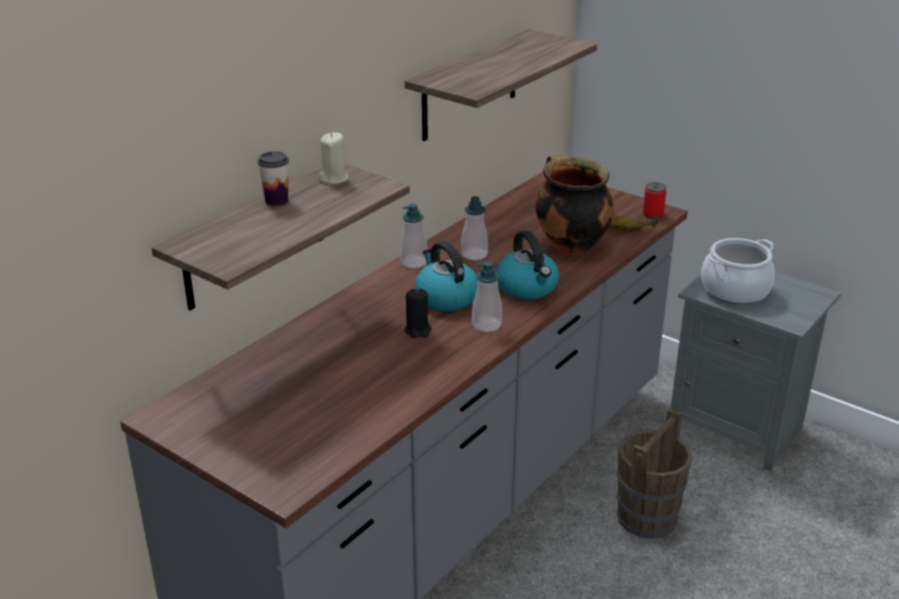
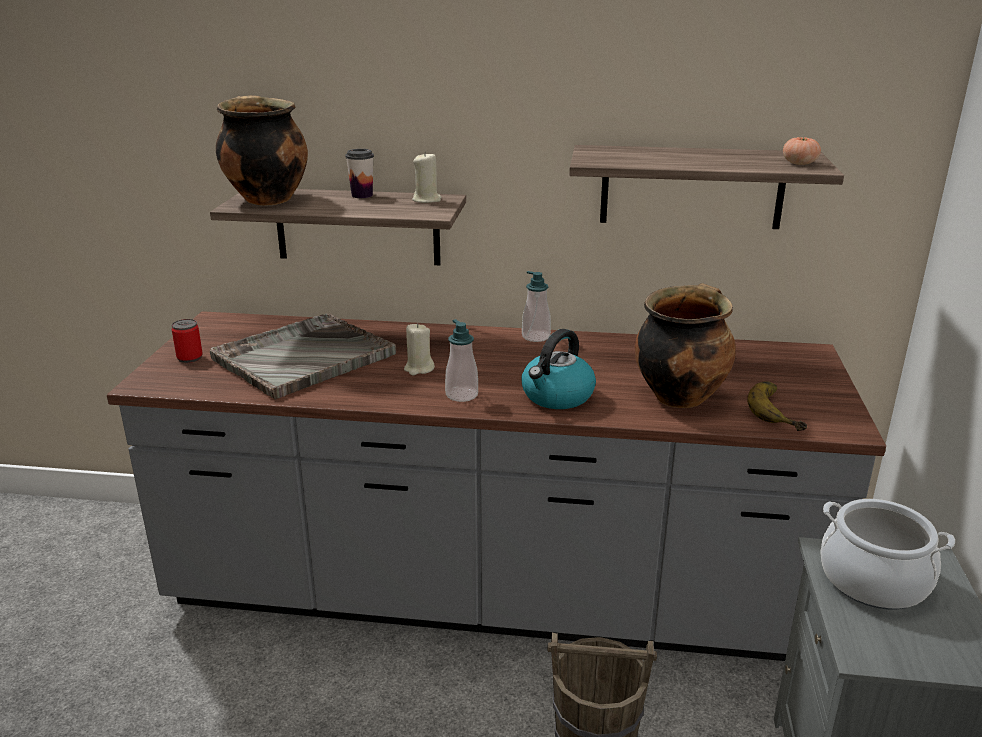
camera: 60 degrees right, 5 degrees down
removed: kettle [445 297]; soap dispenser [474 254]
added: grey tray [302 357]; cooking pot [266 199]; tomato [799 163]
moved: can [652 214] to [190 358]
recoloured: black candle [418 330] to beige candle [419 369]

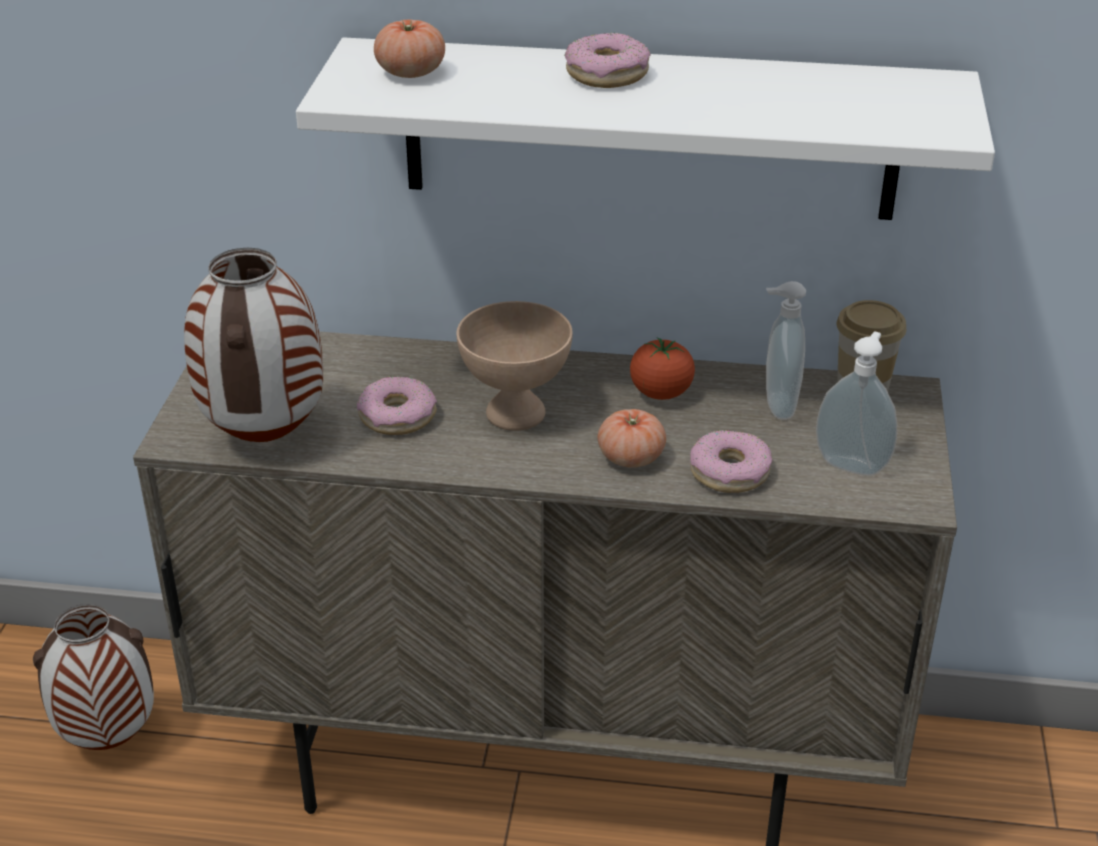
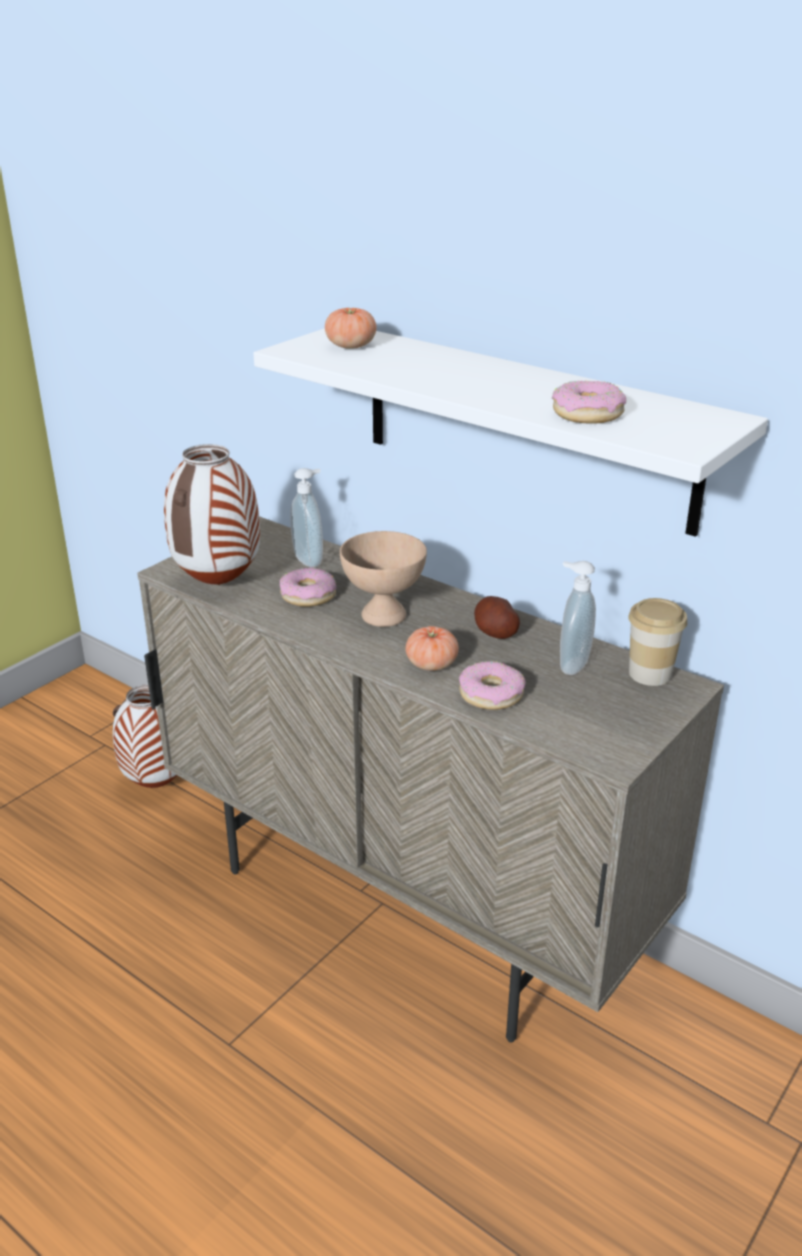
camera: 30 degrees right, 5 degrees down
moved: donut [607 74] to [587 414]; soap dispenser [852 464] to [310 560]
replaced: tomato [661 393] to potato [495 632]

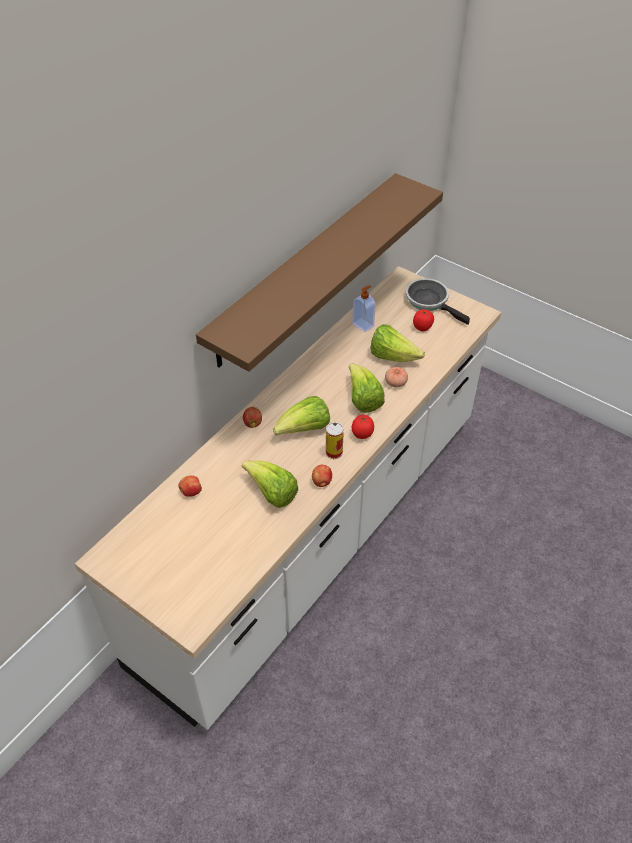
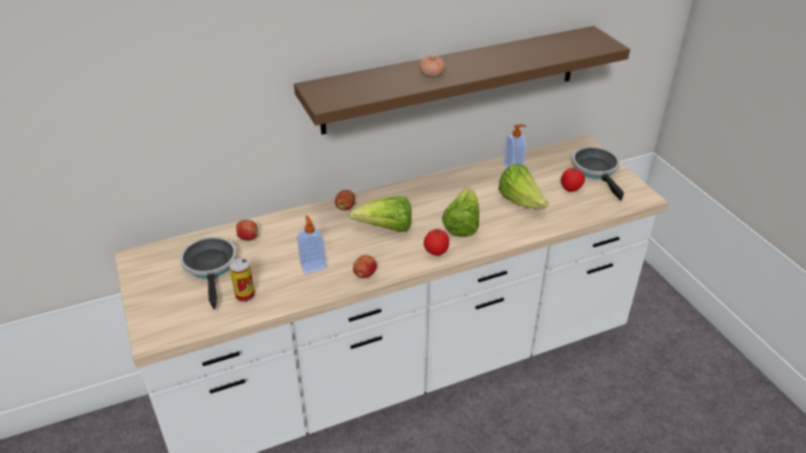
camera: 30 degrees right, 10 degrees down
added: frying pan [211 267]
moved: can [334 452] to [245 295]; tomato [395 382] to [432 75]
replaced: lettuce [272 493] to soap dispenser [313 266]

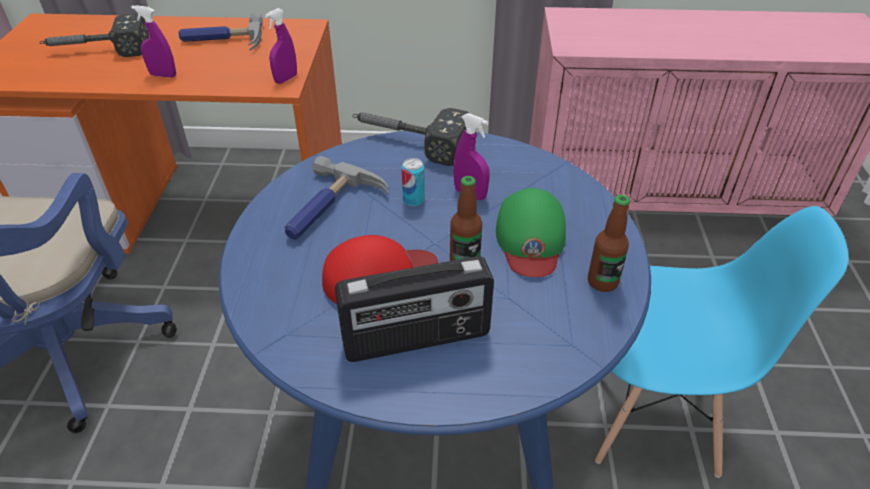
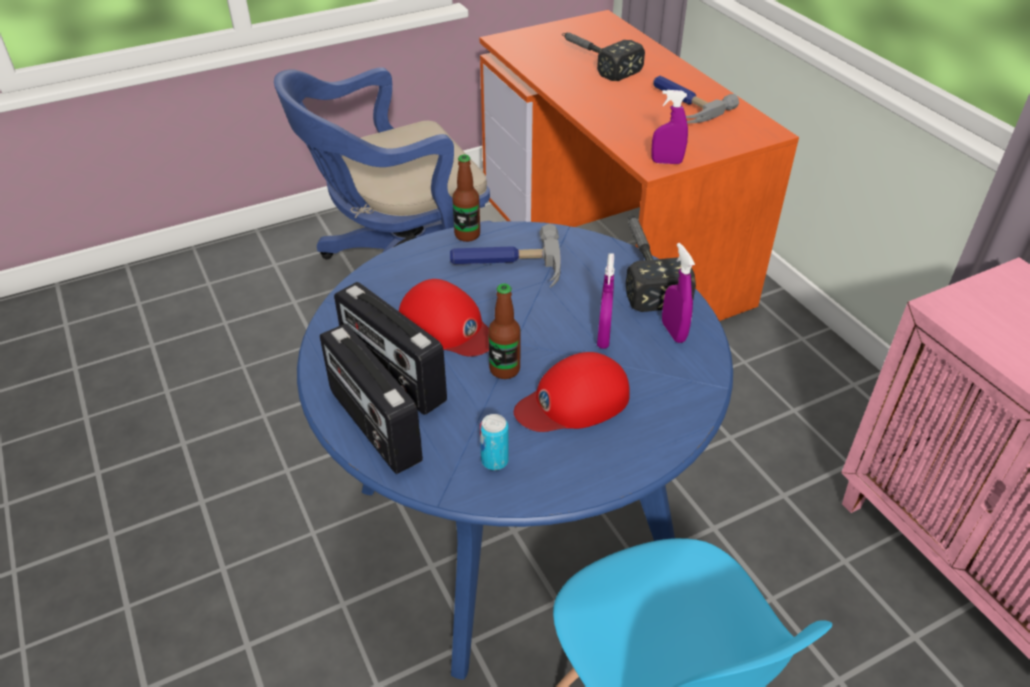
camera: 60 degrees right, 0 degrees up
added: radio [373 426]
moved: purple spray bottle [163 75] to [673 332]; can [413 200] to [494 461]; bottle [602 282] to [467 235]
recoloured: green cap [530 239] to red cap [573 401]

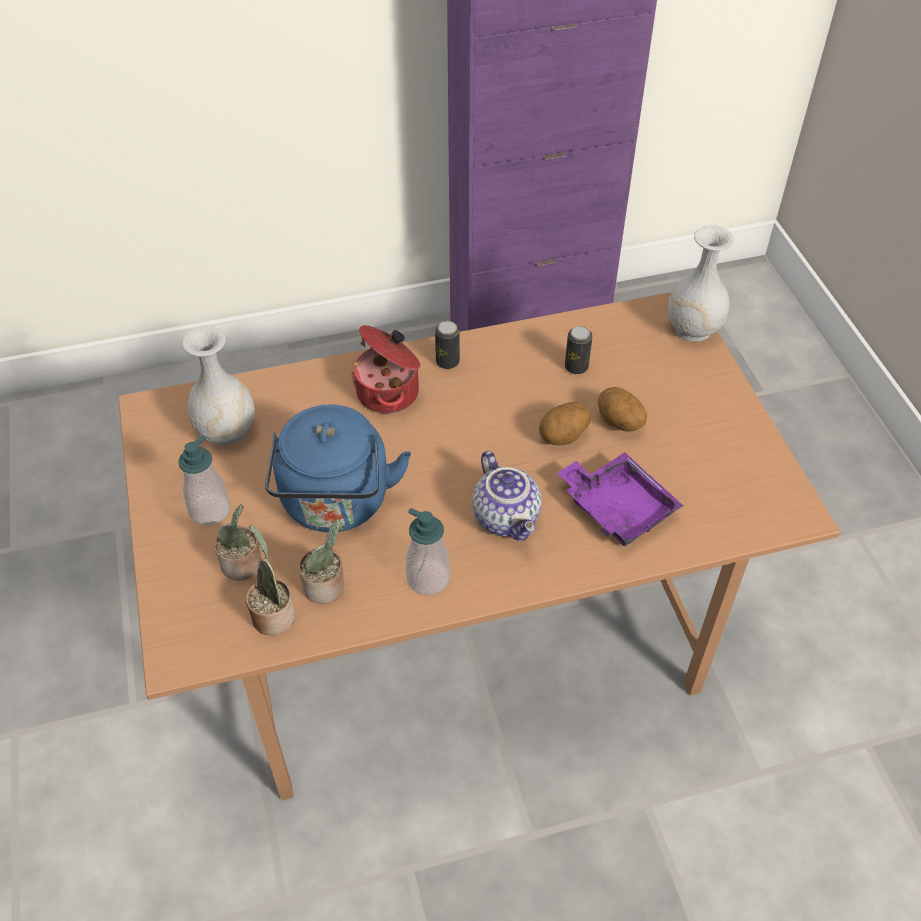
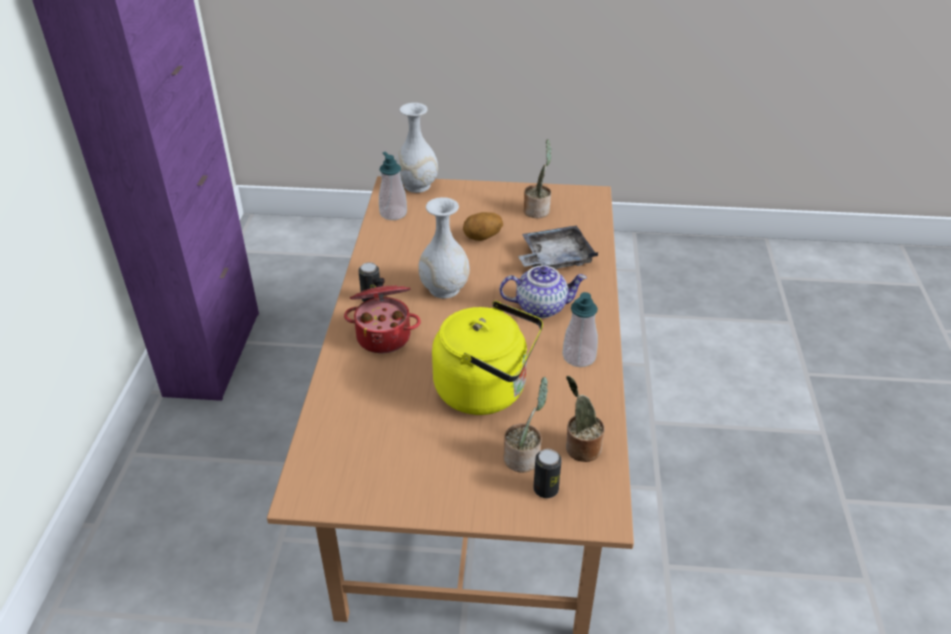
camera: 70 degrees left, 10 degrees down
removed: potato [563 437]
moved: soap dispenser [210 510] to [393 213]; white vase [227 431] to [444 288]; potted plant [326 587] to [537 210]; can [576 367] to [545 489]
recoloured: blue kettle [336 505] to yellow kettle [486 390]; purple tray [617 507] to grey tray [555 258]

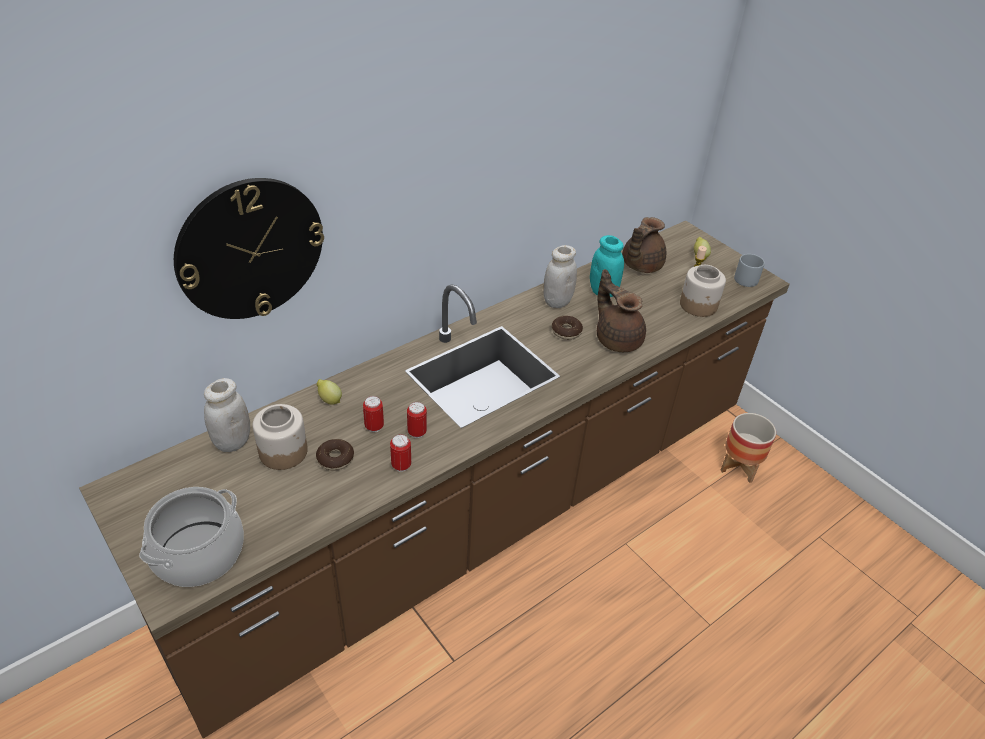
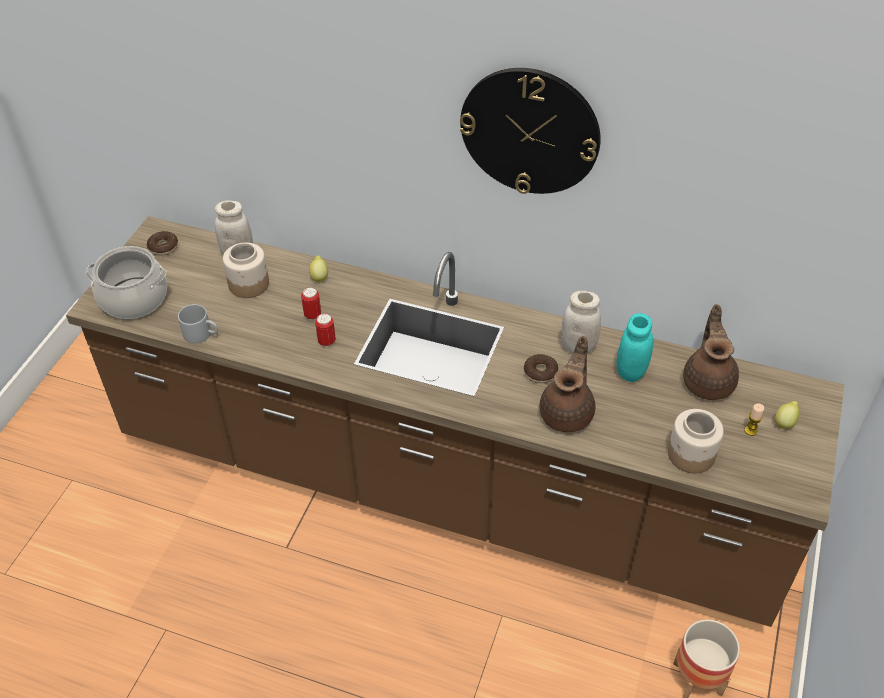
camera: 60 degrees right, 5 degrees up
removed: can [401 465]
moved: wall clock [250 249] to [530 131]; donut [335 459] to [163 247]; grey mug [748 278] to [202 334]
turned: brown teapot [640 265] = [708 381] 90 degrees clockwise

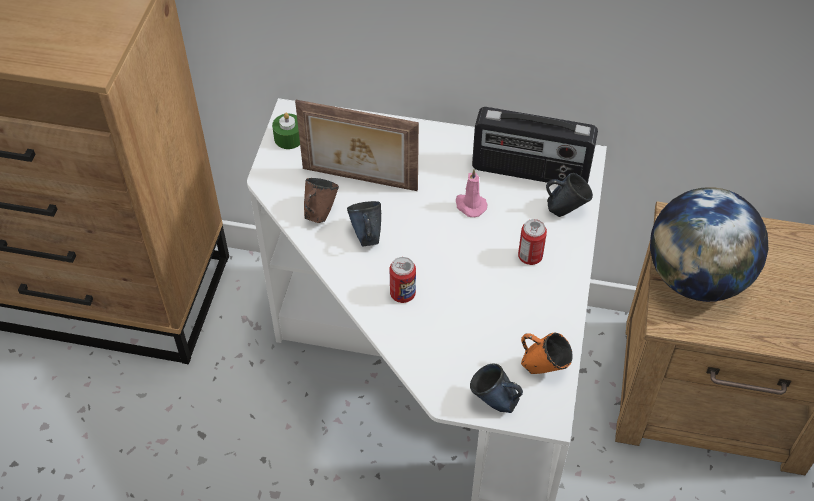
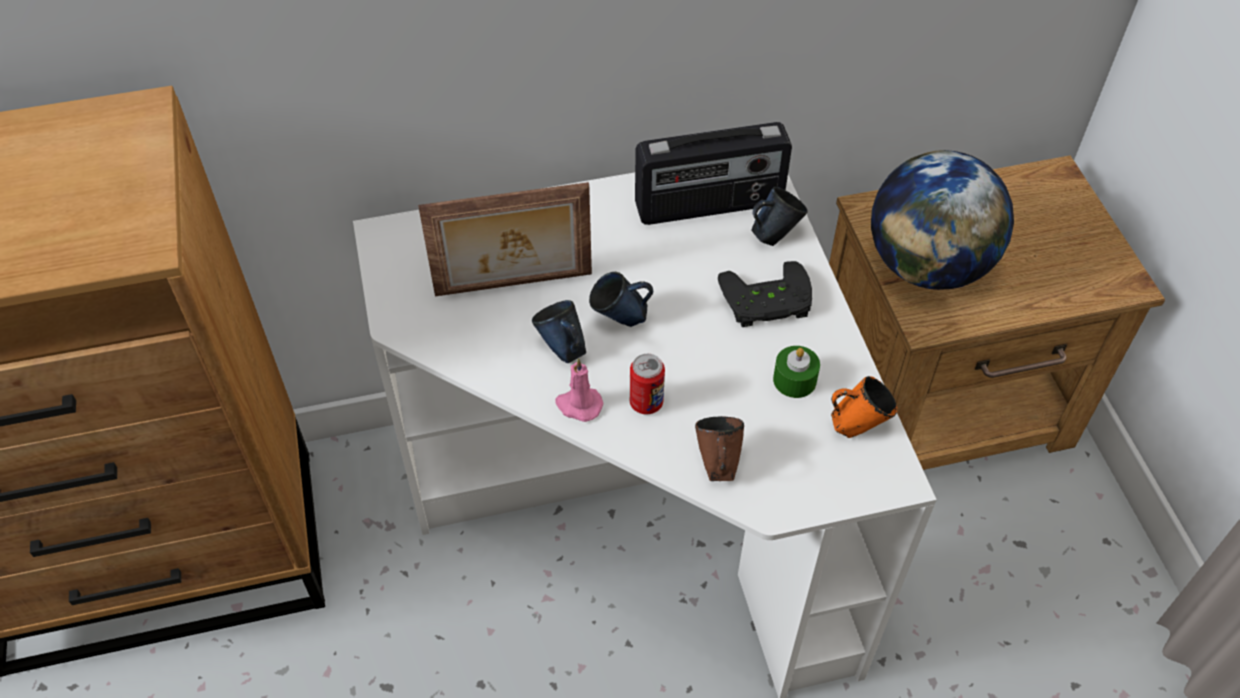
camera: 25 degrees left, 0 degrees up
moved: green candle [289 138] to [794 380]; brown mug [319 213] to [717 465]; pink candle [470 205] to [578 405]; blue mug [494 403] to [621 320]
replaced: can [530 256] to black game controller [766 303]

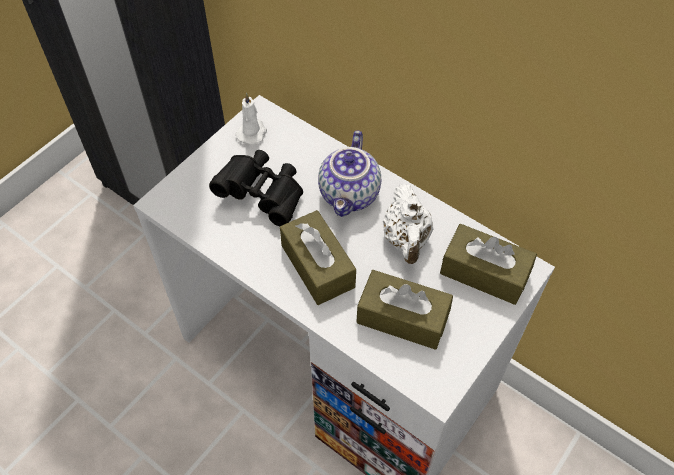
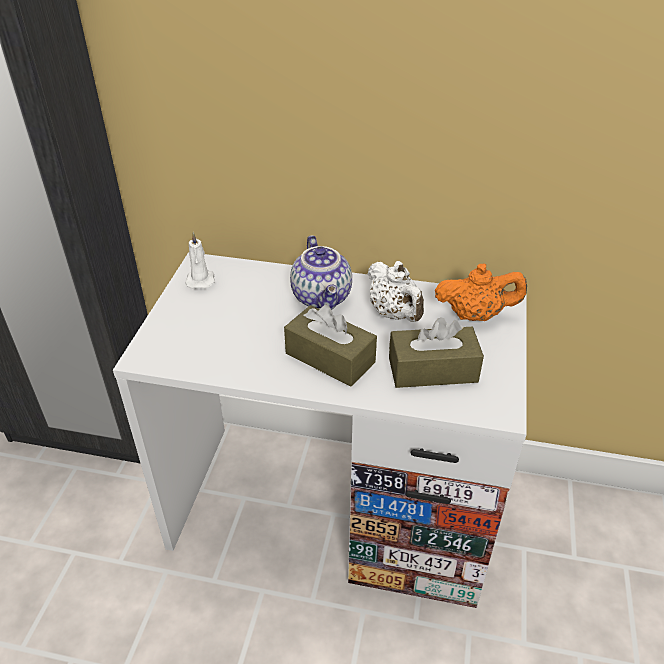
camera: 25 degrees left, 15 degrees down
removed: black binoculars [263 195]
replaced: brown tissue box [484 273] to orange teapot [475 315]

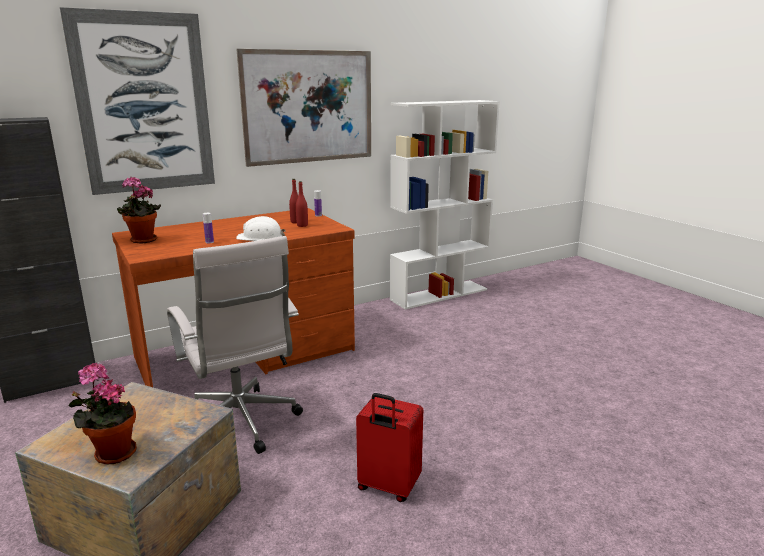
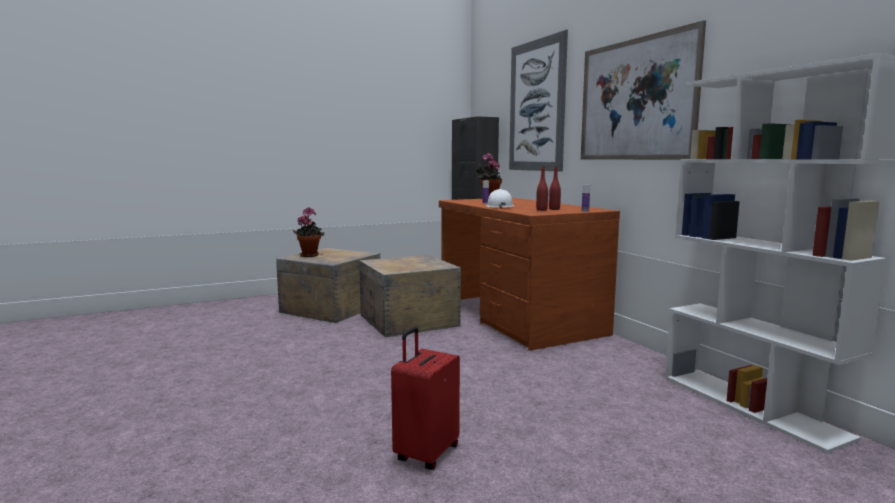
camera: 95 degrees right, 10 degrees down
moved: red suitcase [388 487] to [425 453]
replaced: white office chair [242 425] to crate [407 320]

